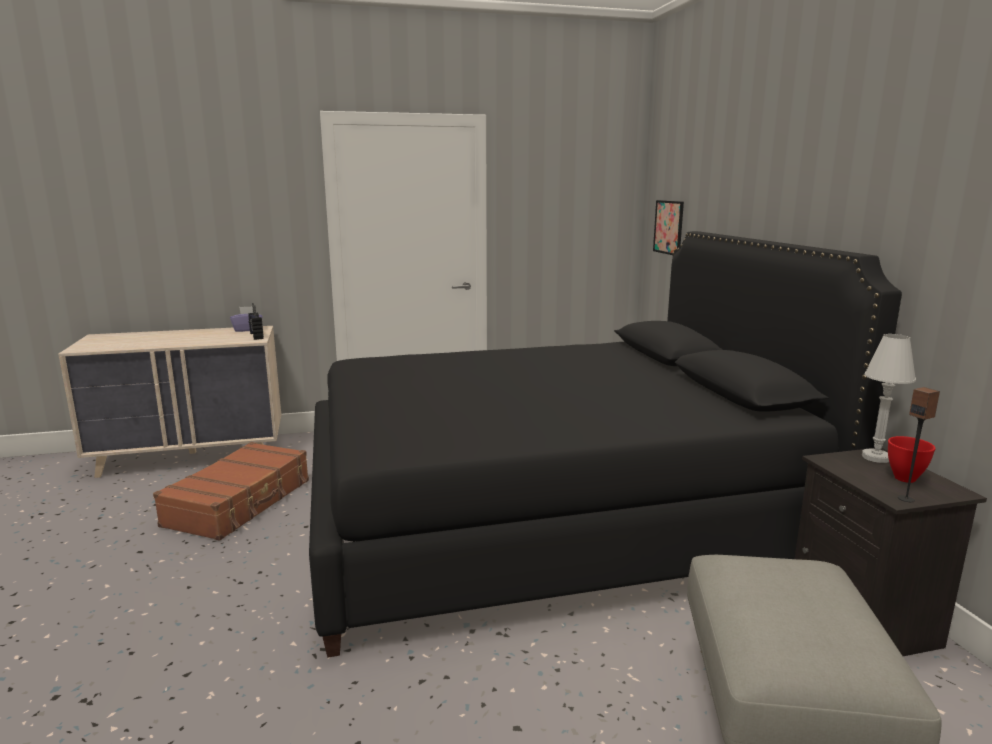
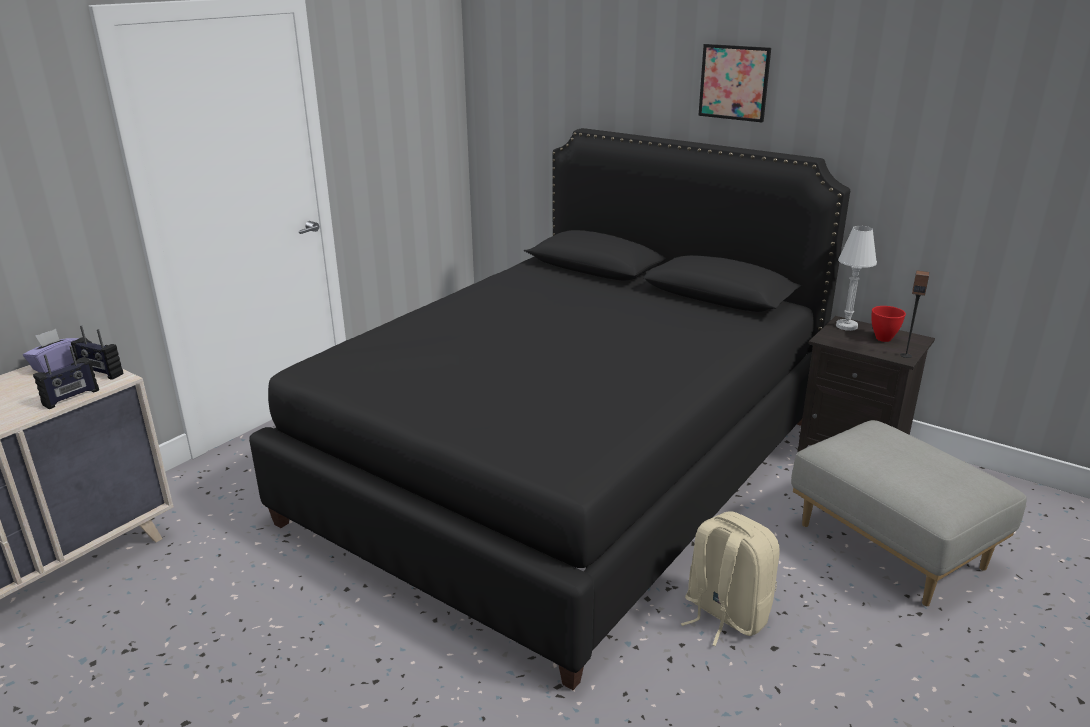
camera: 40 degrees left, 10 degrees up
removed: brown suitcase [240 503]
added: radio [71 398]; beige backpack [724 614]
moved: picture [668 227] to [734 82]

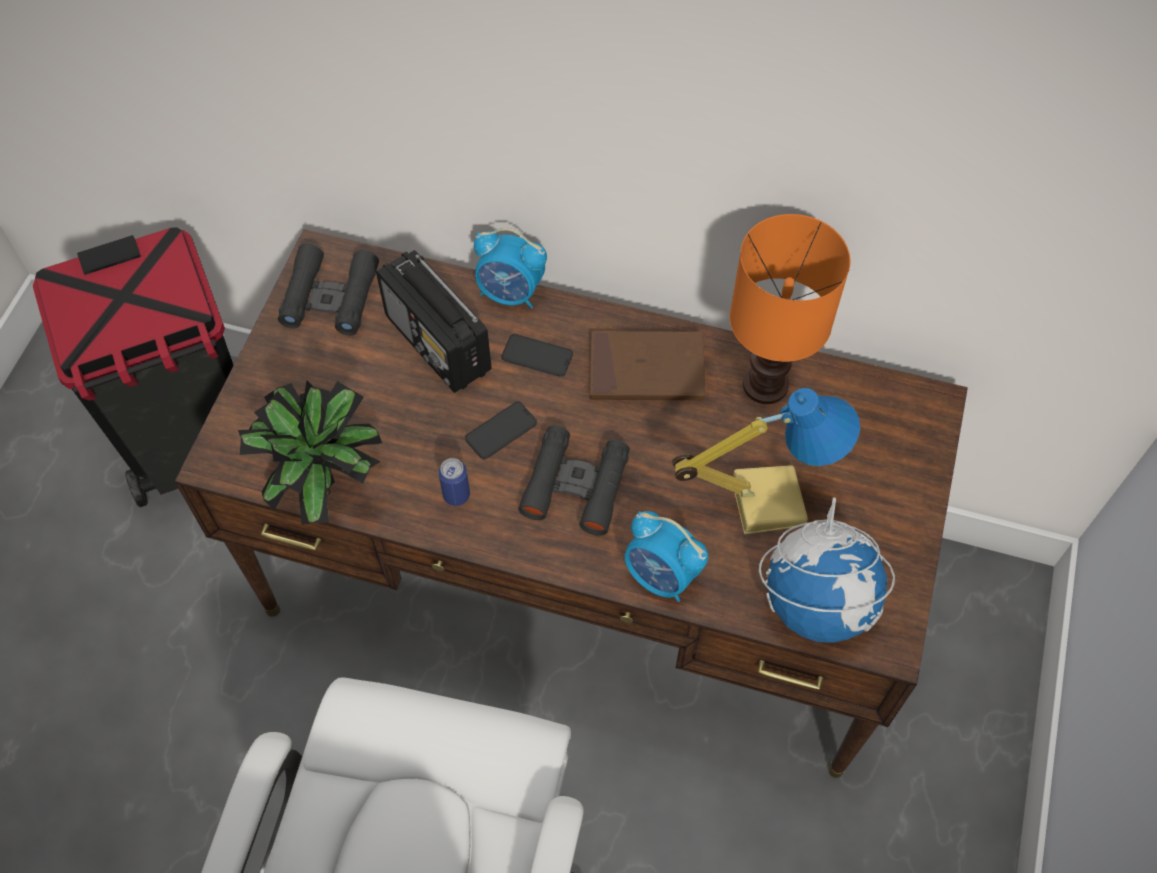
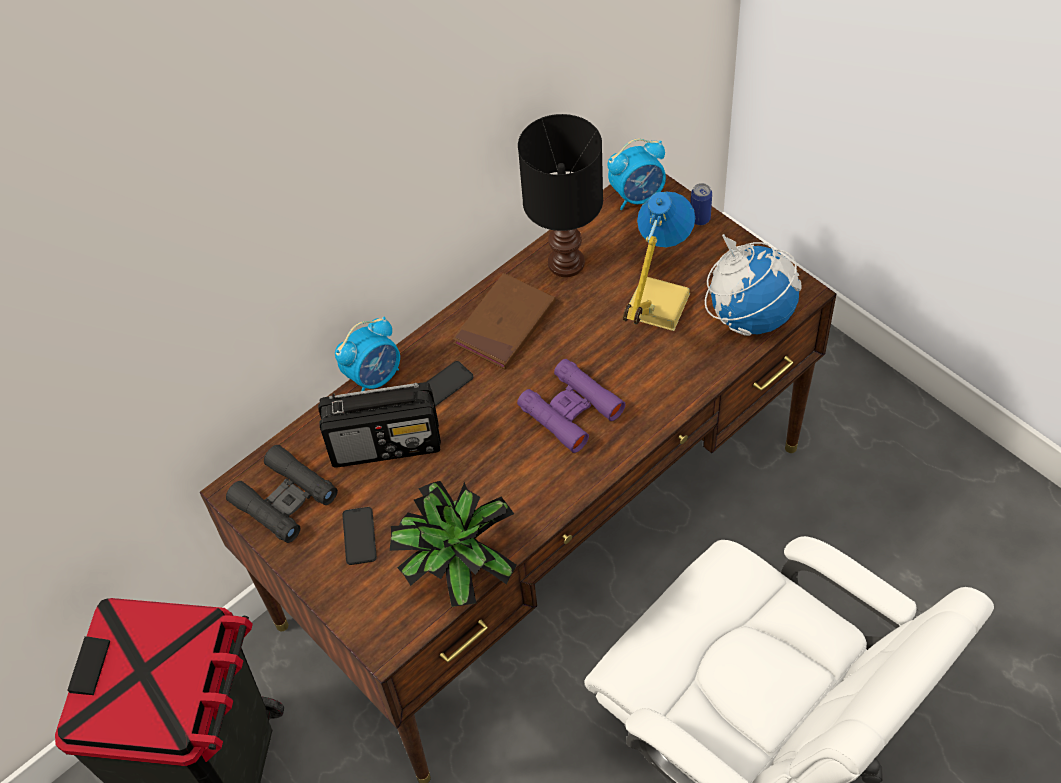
camera: 55 degrees left, 5 degrees down
moved: can [456 495] to [700 219]; phone [501 431] to [359 536]; alarm clock [661 576] to [638 196]
recoloured: black binoculars [575 486] to purple binoculars [571 411]; orange table lamp [764 383] to black table lamp [564 263]

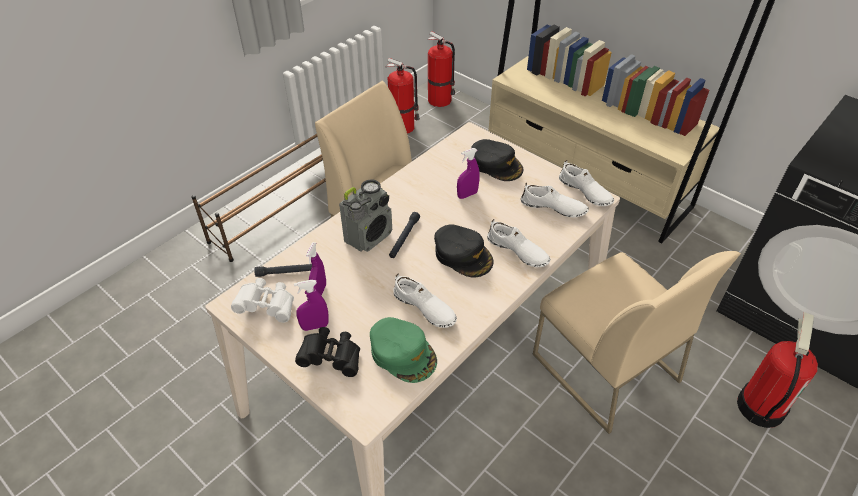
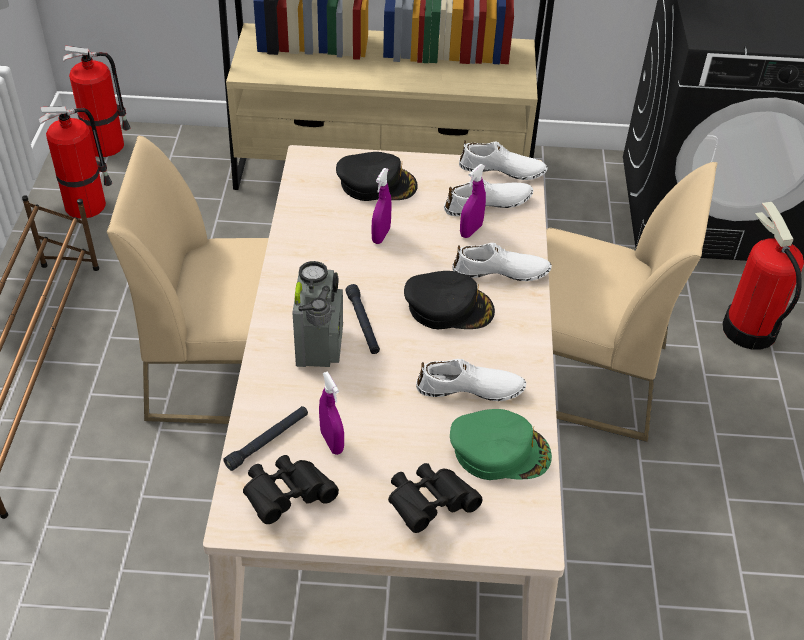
camera: 40 degrees left, 0 degrees up
moved: purple spray bottle [315 326] to [471 231]
recoloured: white binoculars [267 306] to black binoculars [287 496]

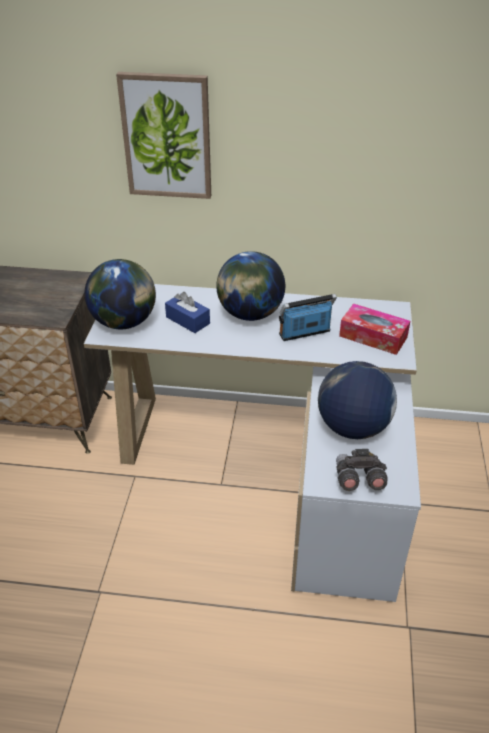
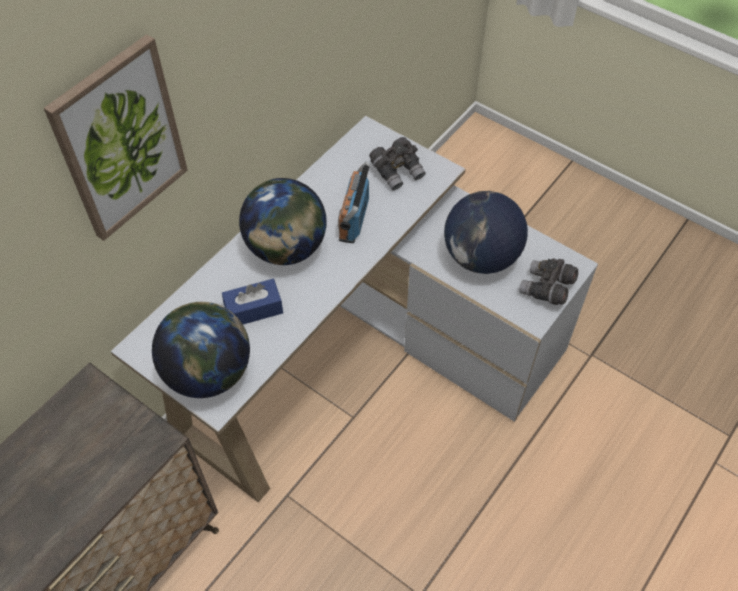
camera: 60 degrees left, 15 degrees up
replaced: tissue box [373 336] to grey binoculars [397 171]

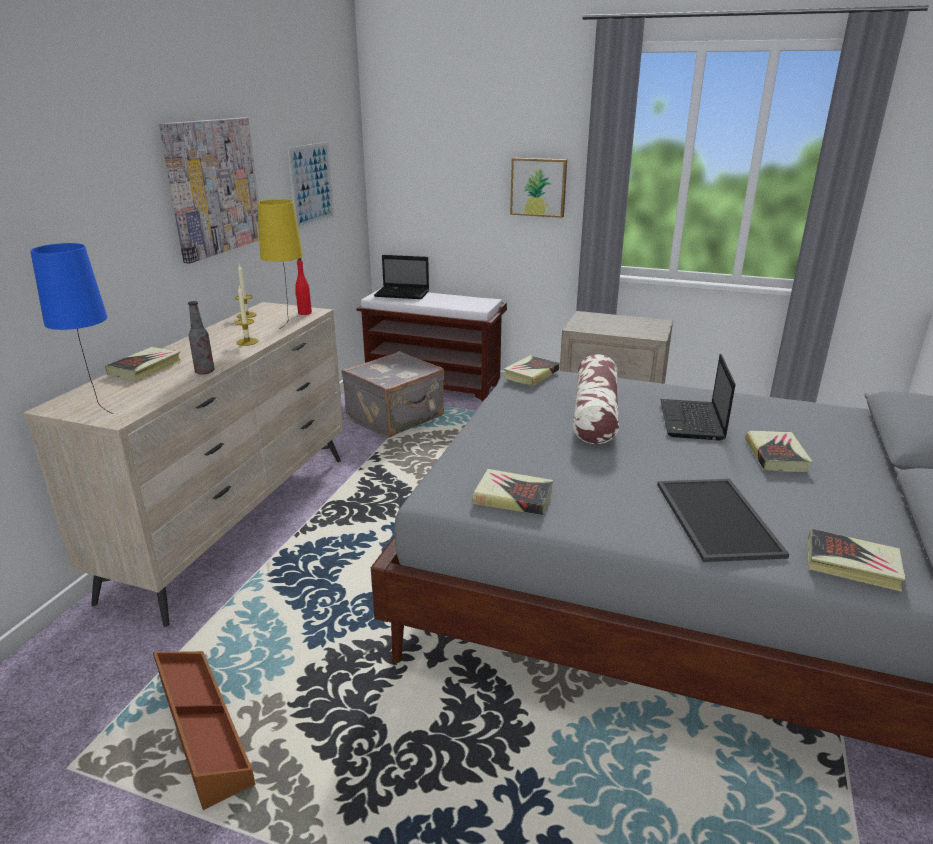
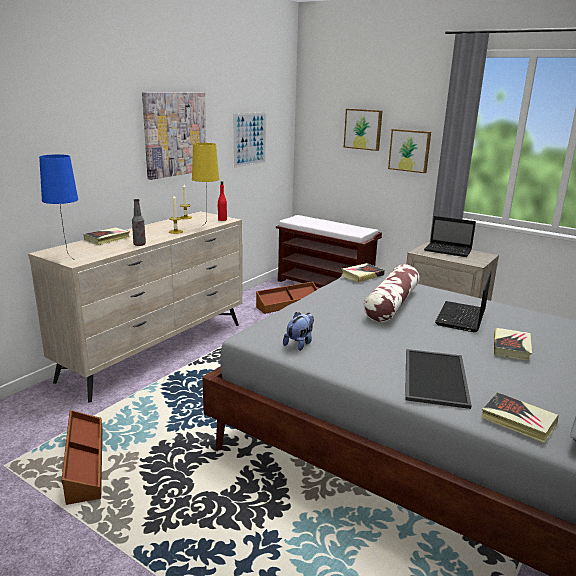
camera: 15 degrees right, 5 degrees down
added: picture [363 129]
moved: laptop [403 294] to [449 251]
replaced: grey suitcase [396 418] to brown storage box [288 304]; book [513 497] to plush toy [299 343]

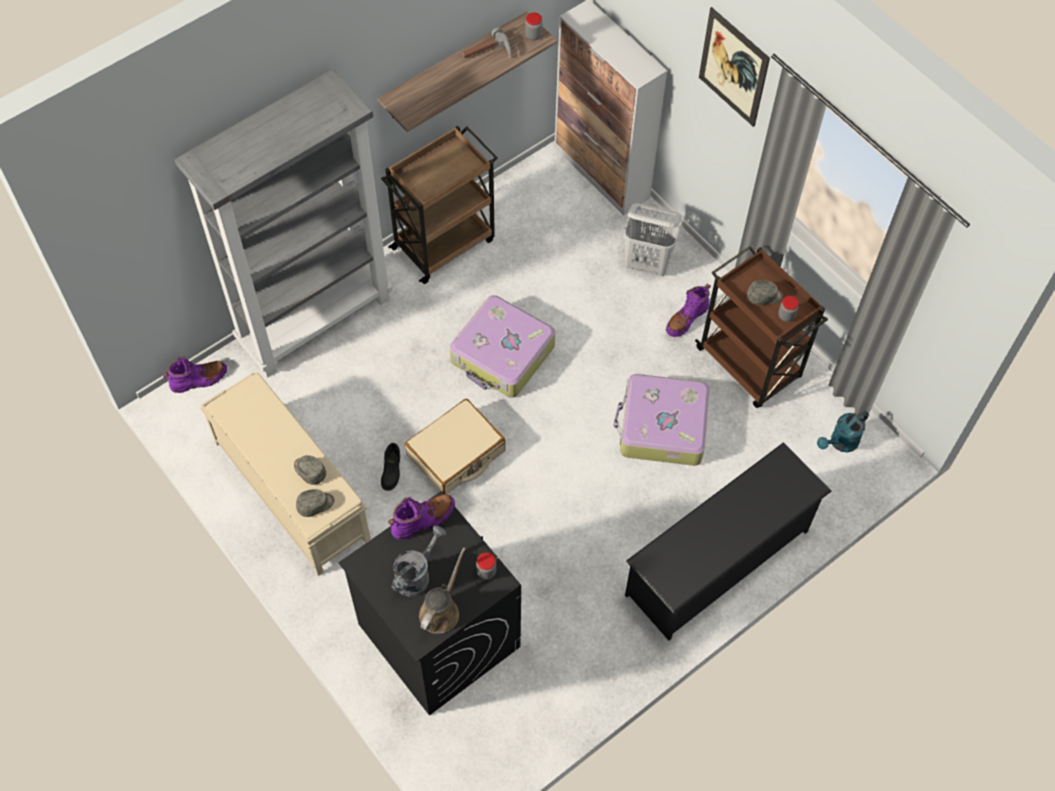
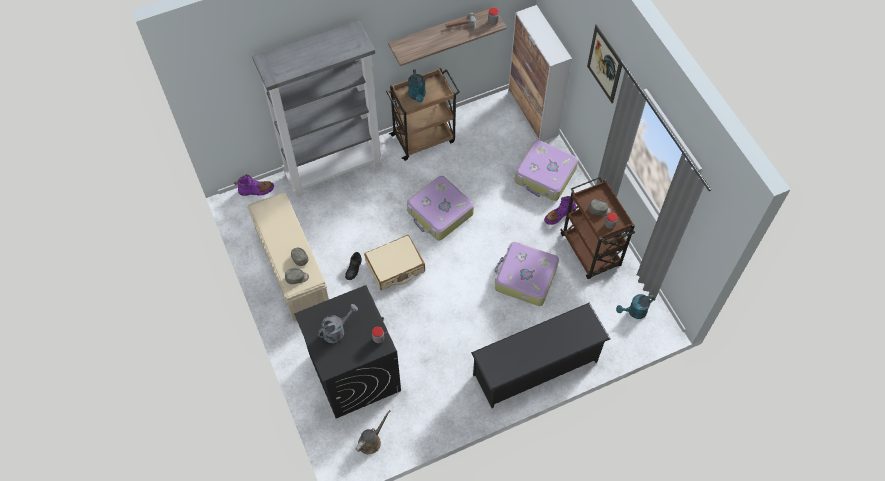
camera: 15 degrees right, 0 degrees up
removed: purple boot [423 519]
added: turquoise watering can [417 96]
moved: brown watering can [441 610] to [371 441]
replaced: white laundry basket [648 264] to suitcase [545 176]

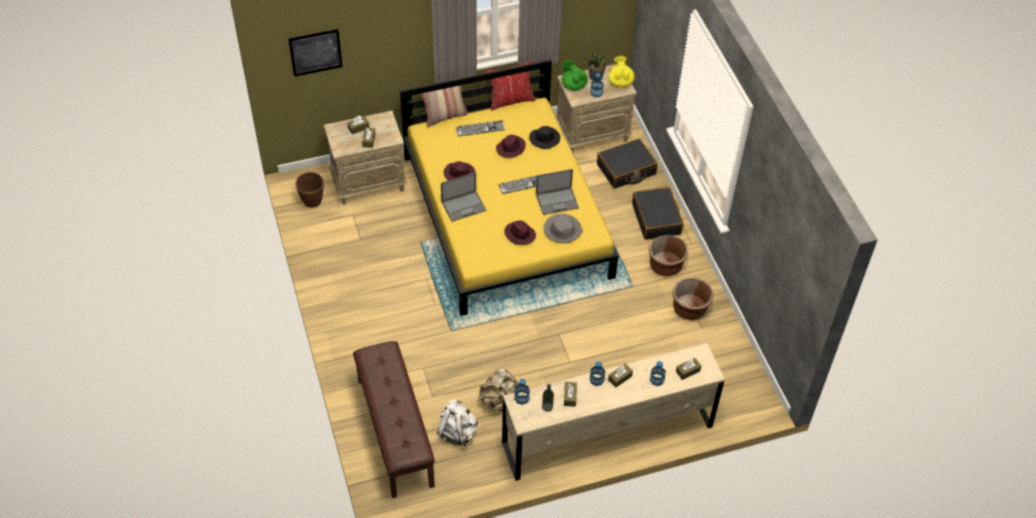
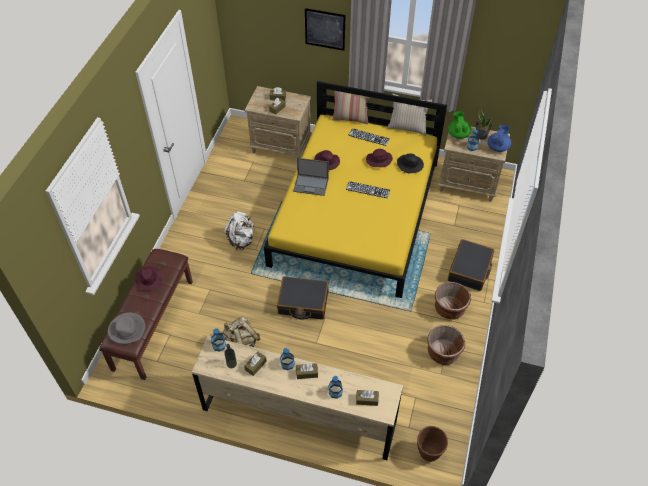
camera: 35 degrees right, 0 degrees up
removed: laptop [557 201]
moved: picture [315 52] to [325 29]; brown planter [312 202] to [428 453]; white backpack [457 432] to [241 240]; purple hat [519 234] to [148 279]; grey hat [562 230] to [127 329]; black suitcase [626 170] to [303 302]
recoloured: red pillow [510 100] to beige pillow [407 127]; yellow teapot [620 82] to blue teapot [498 147]

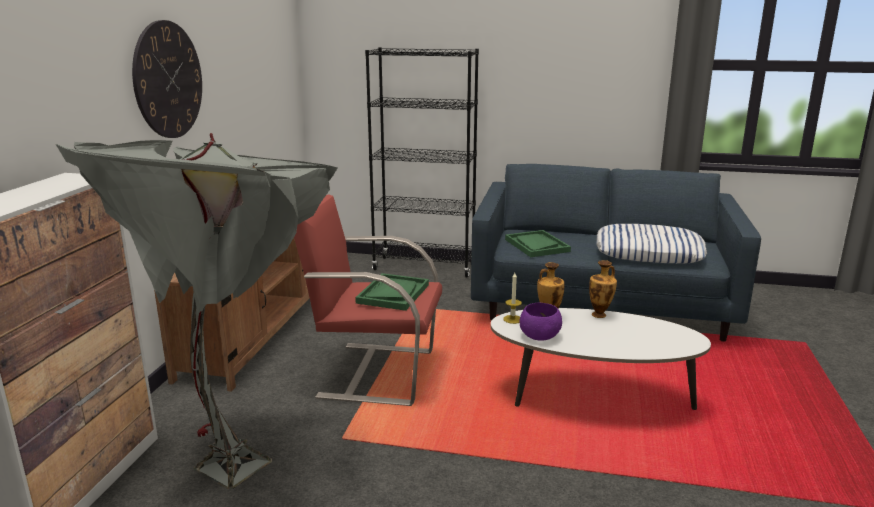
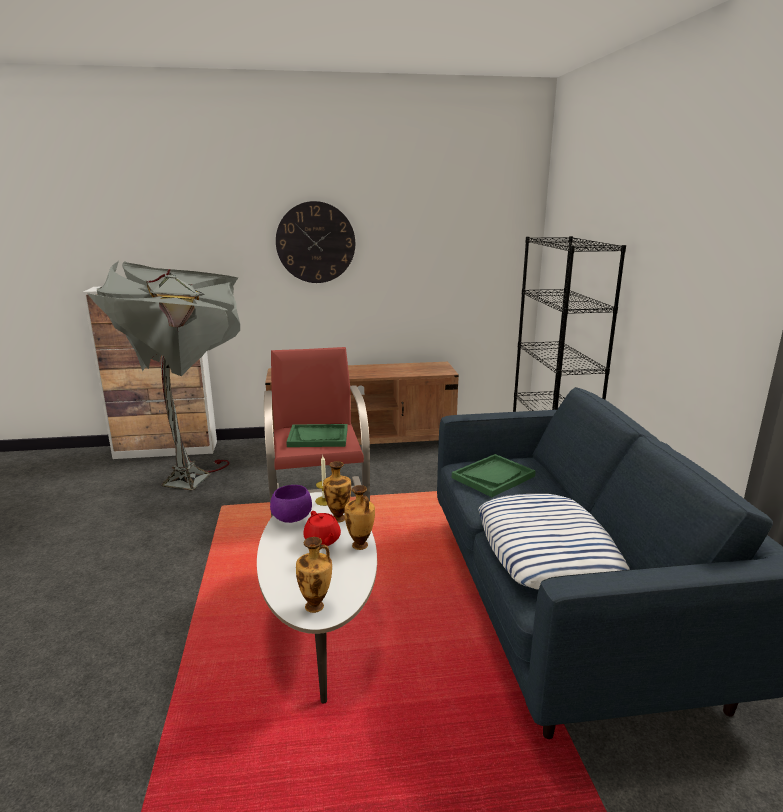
camera: 70 degrees right, 0 degrees up
added: vase [316 606]; red teapot [322 540]

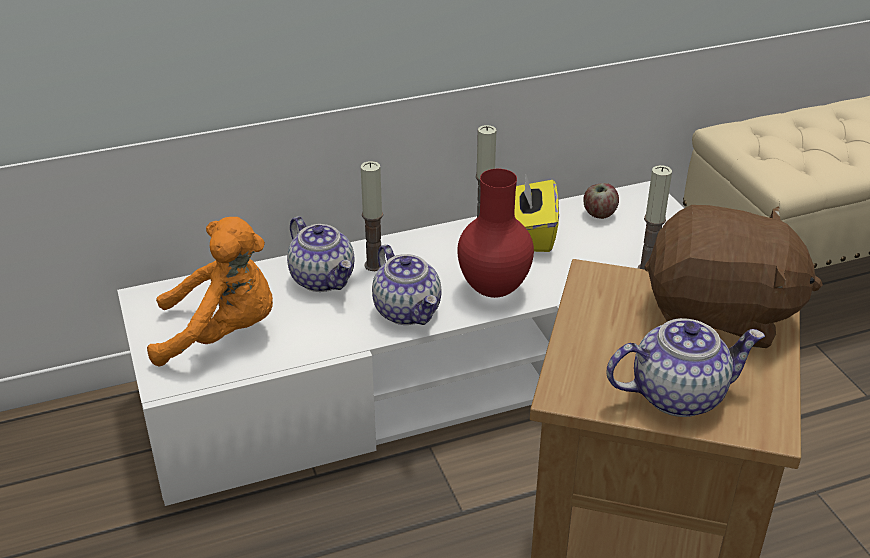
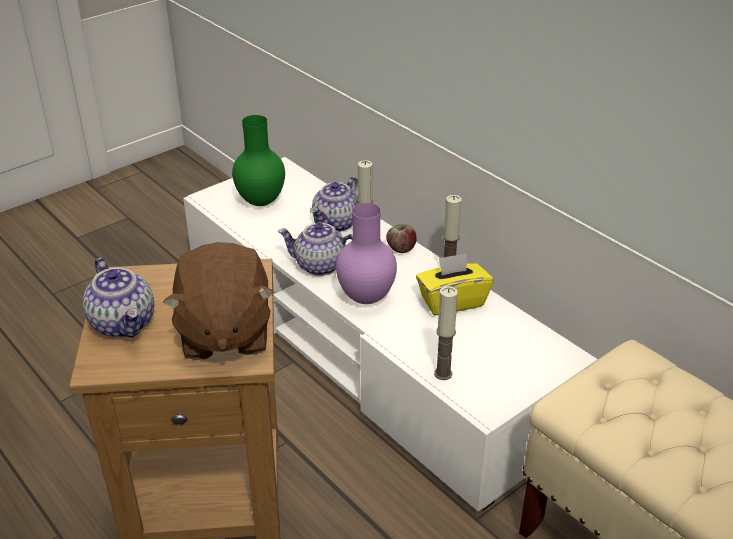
camera: 70 degrees right, 0 degrees up
moved: apple [599 214] to [401 249]
replaced: orange plush toy [223 333] to green vase [260 202]
recoloured: red vase [492 290] to purple vase [365 297]
turned: teapot [408 311] = [319 266] 60 degrees clockwise

